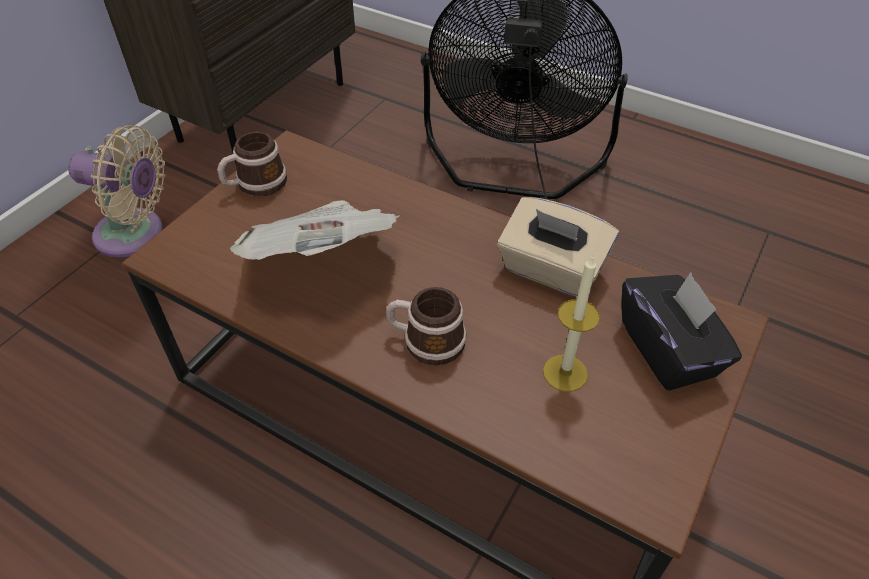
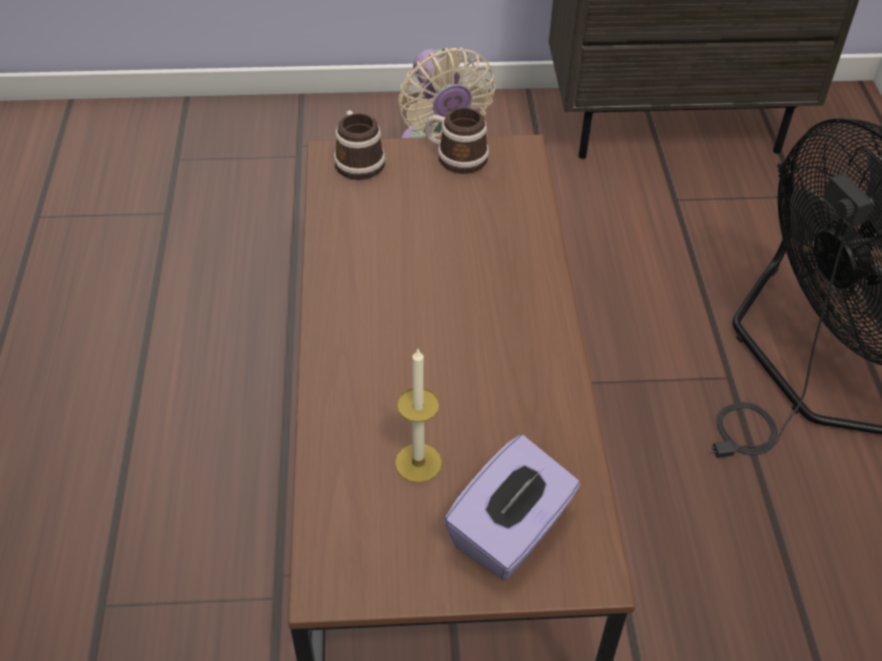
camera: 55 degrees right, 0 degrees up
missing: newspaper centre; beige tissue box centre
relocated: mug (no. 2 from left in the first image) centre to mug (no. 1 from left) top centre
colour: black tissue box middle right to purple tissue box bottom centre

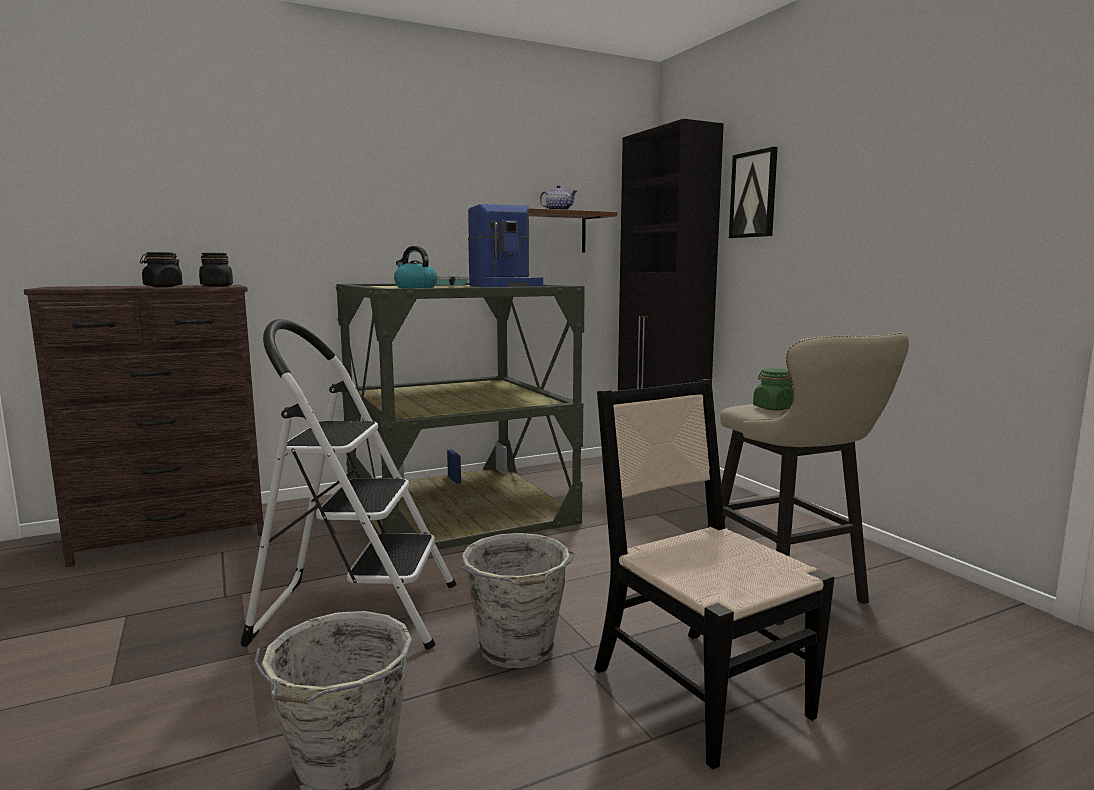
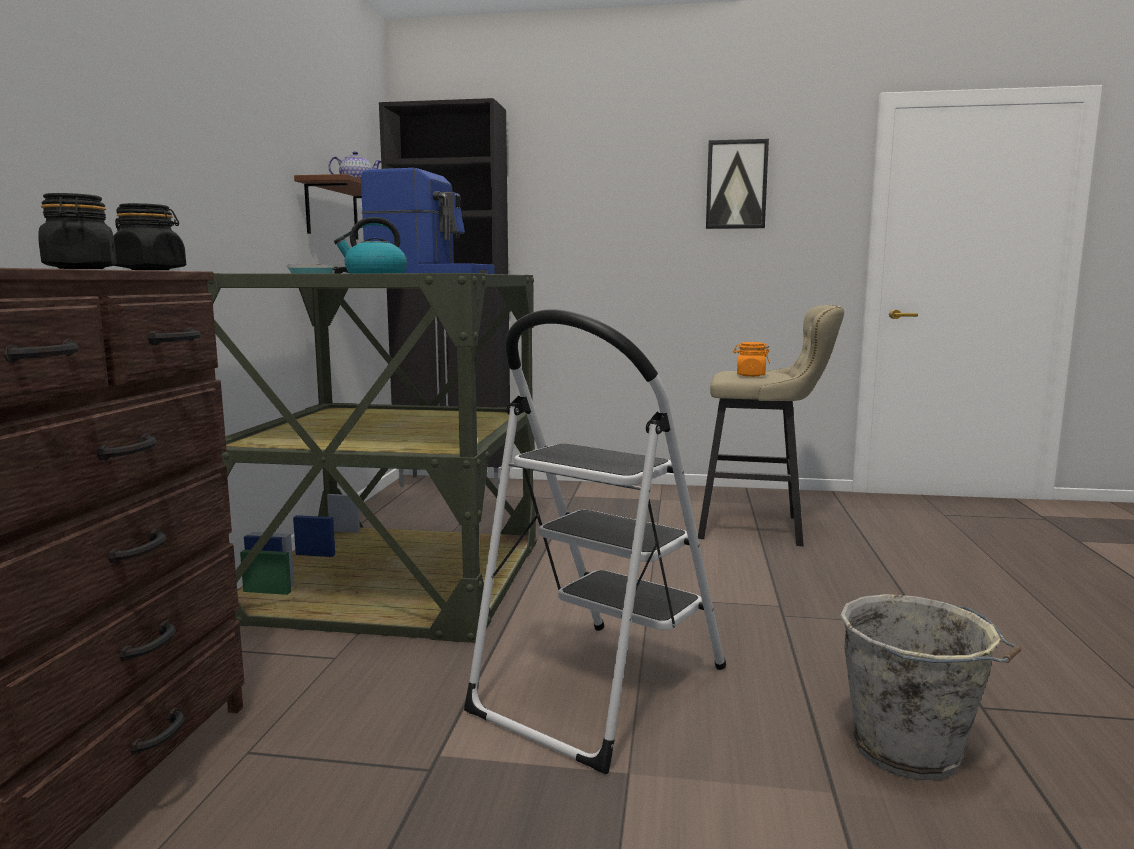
camera: 55 degrees left, 0 degrees up
missing: grey bucket (no. 2 from left) bottom centre; chair bottom centre
relocated: picture top right to top centre
colour: green jar middle right to orange jar centre

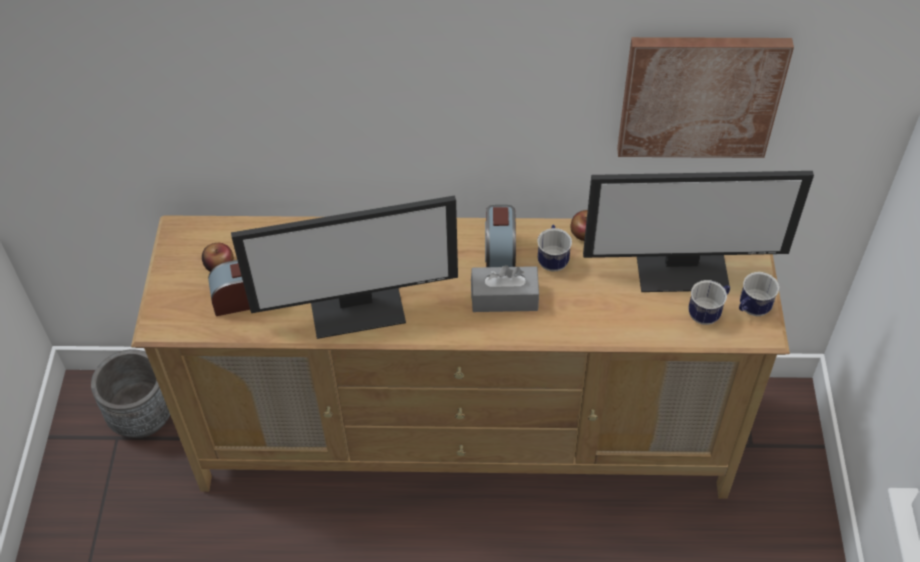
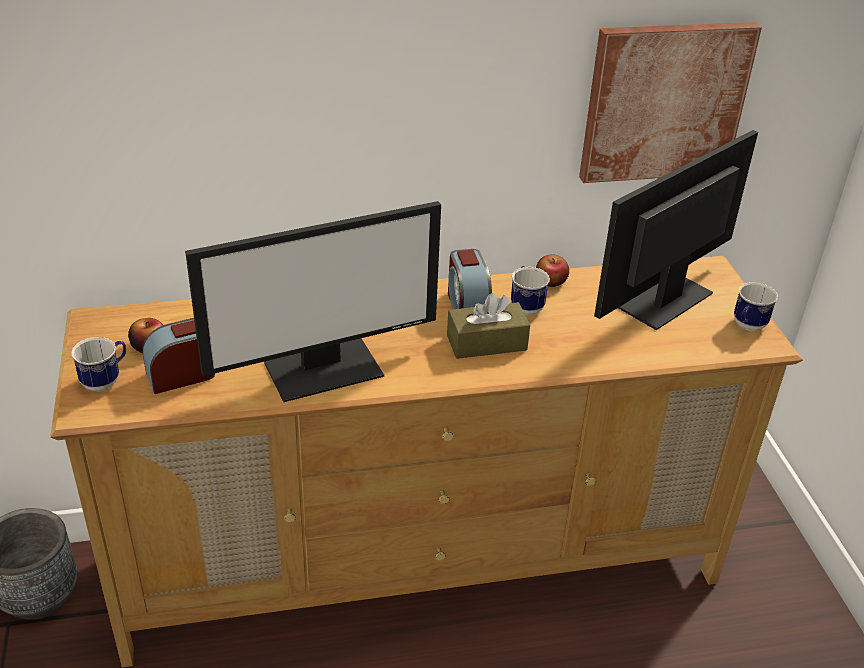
camera: 15 degrees left, 15 degrees down
relocated: mug (no. 2 from left in the first image) middle right to mug (no. 1 from left) middle left
colour: grey tissue box centre to brown tissue box centre
spun: monitor (no. 2 from left) middle right = middle right 150 degrees clockwise

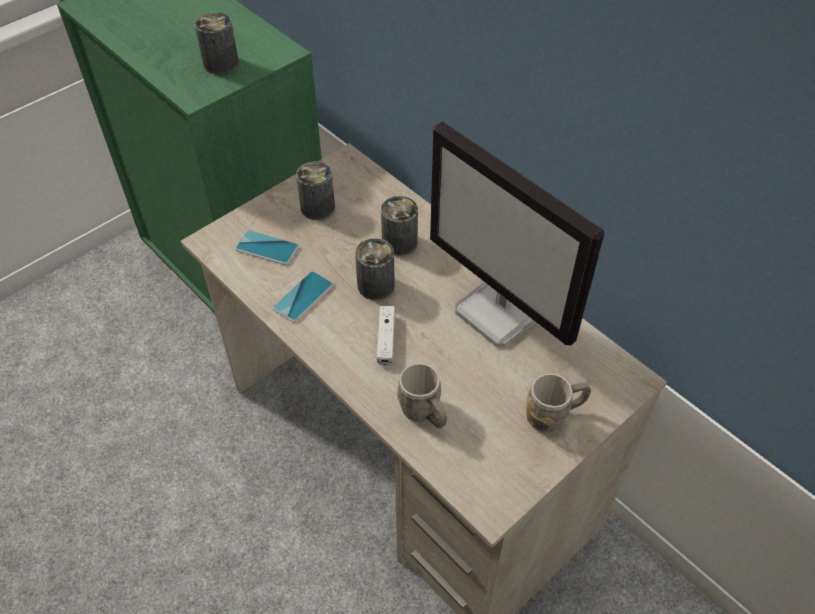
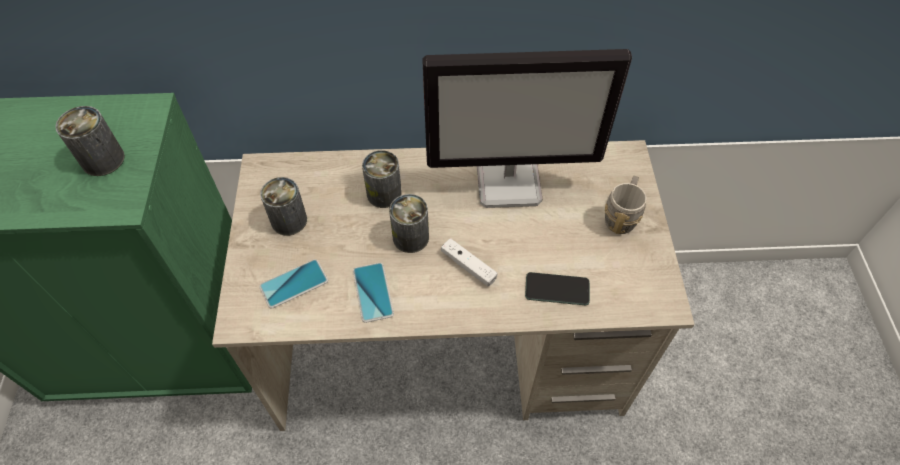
camera: 50 degrees left, 5 degrees up
exchanged: grey mug (no. 1 from left) centre to phone (no. 3 from left) centre

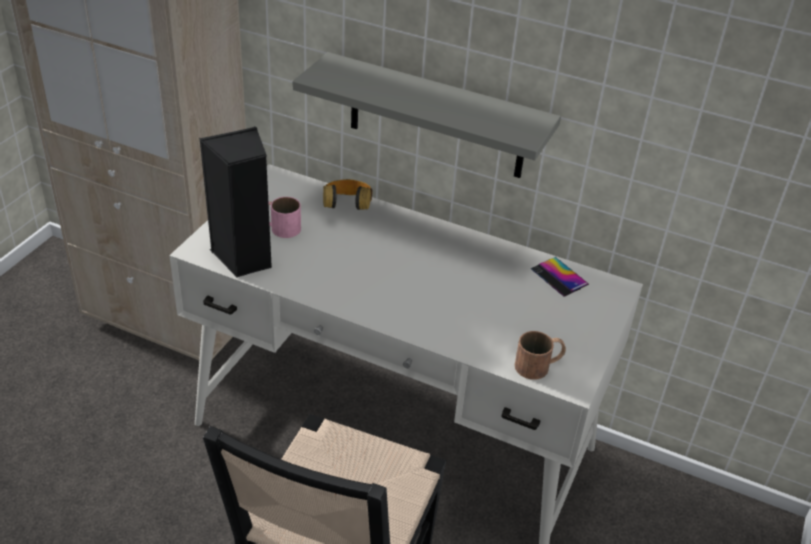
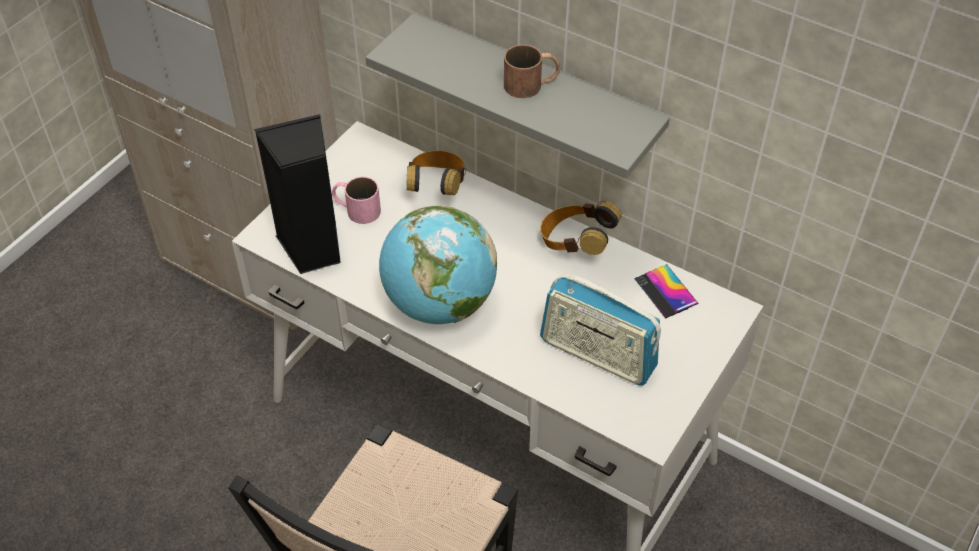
camera: 10 degrees right, 10 degrees up
appeared: globe centre; headphones (no. 2 from left) centre; radio centre
relocated: brown mug centre to top centre

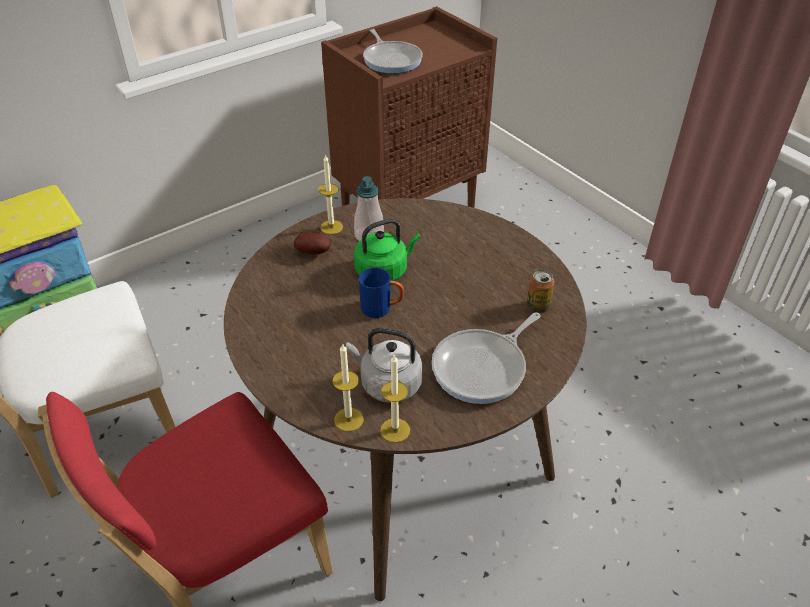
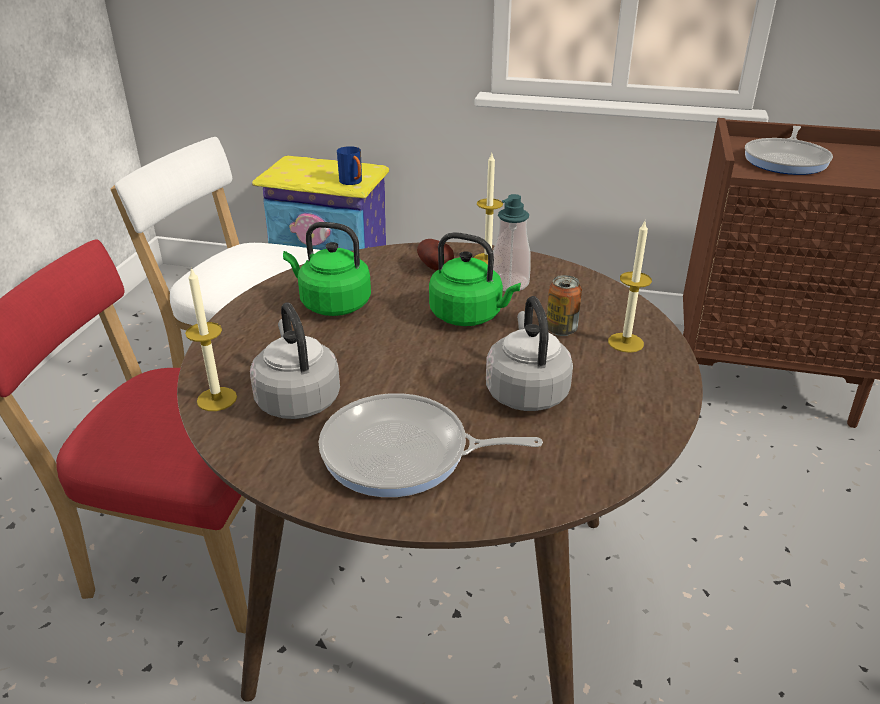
camera: 50 degrees right, 10 degrees down
appeared: green kettle (no. 1 from left) centre; grey kettle (no. 2 from left) centre
relocated: blue mug centre to top centre; candle (no. 3 from left) centre to middle right; can middle right to centre

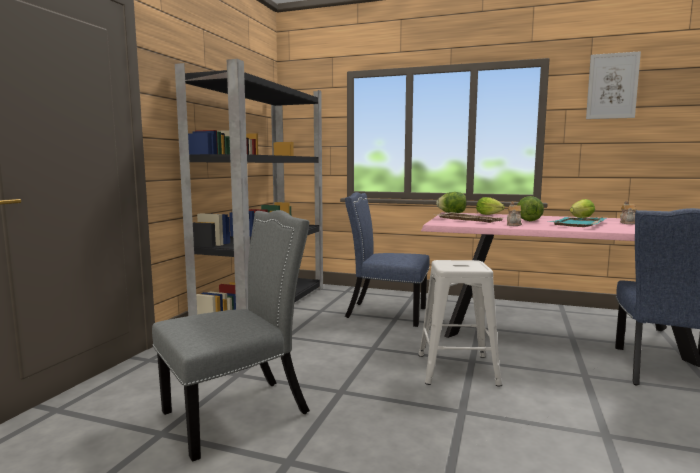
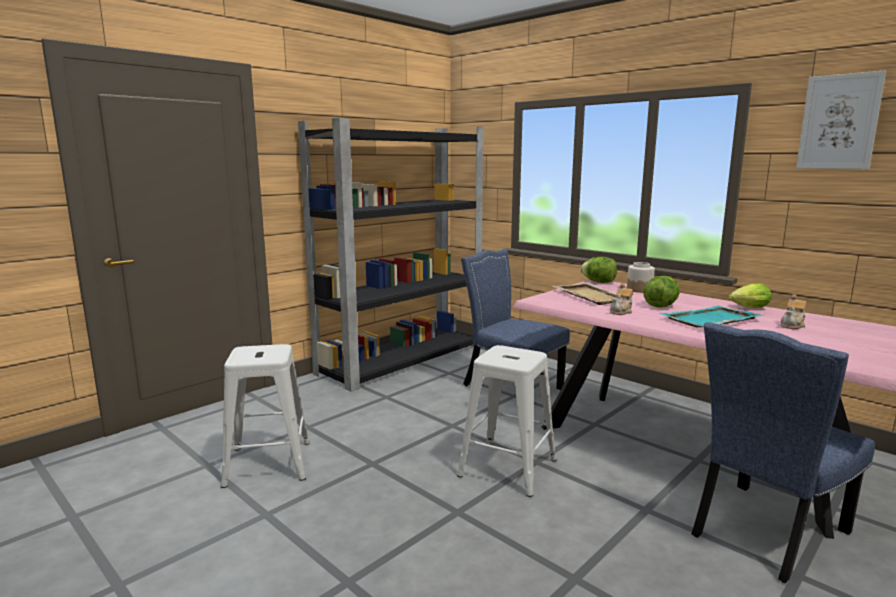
camera: 25 degrees right, 5 degrees up
exchanged: grey chair bottom left to white stool (no. 1 from left) bottom left; lettuce (no. 2 from left) middle right to jar middle right

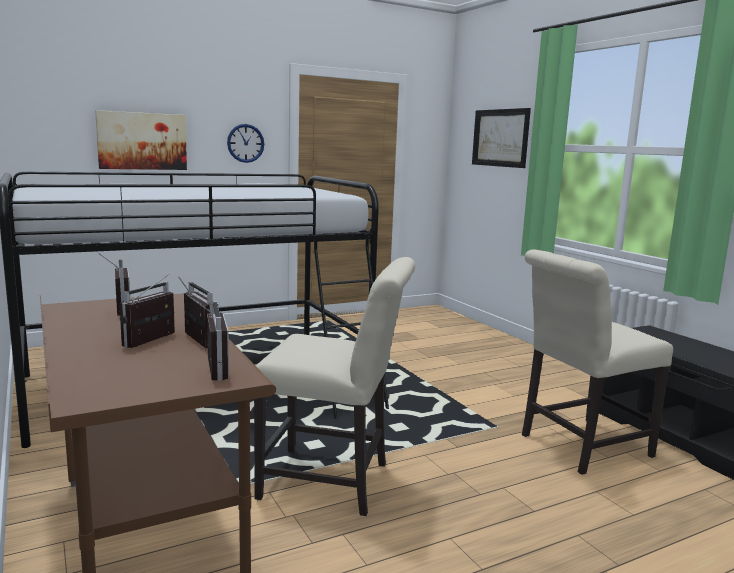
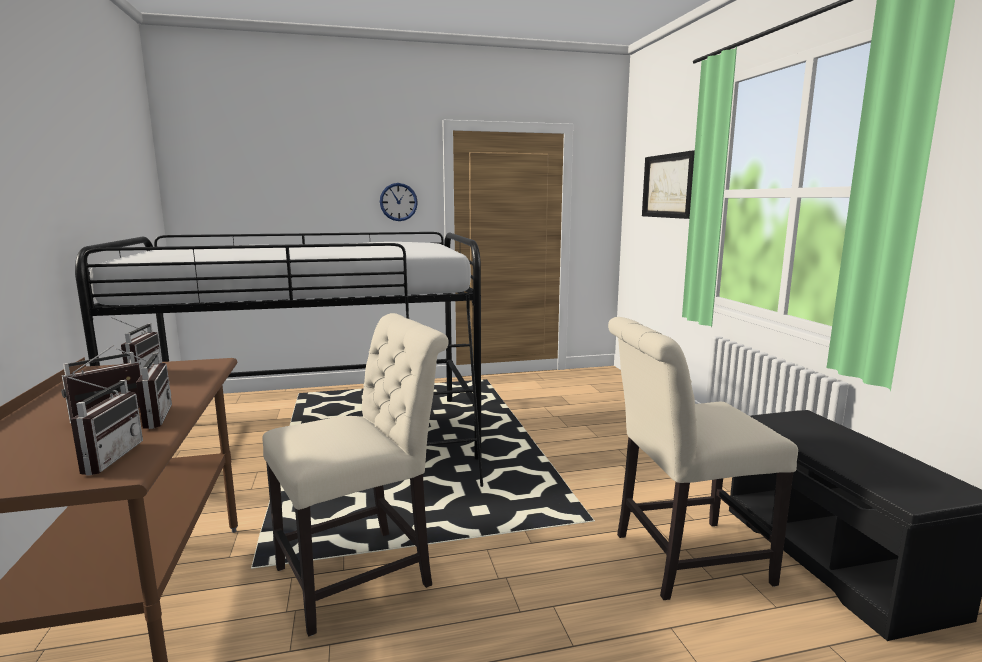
camera: 15 degrees right, 0 degrees up
missing: picture (no. 1 from left) top left
spun: beige chair (no. 1 from left) bottom centre = bottom centre 60 degrees counterclockwise

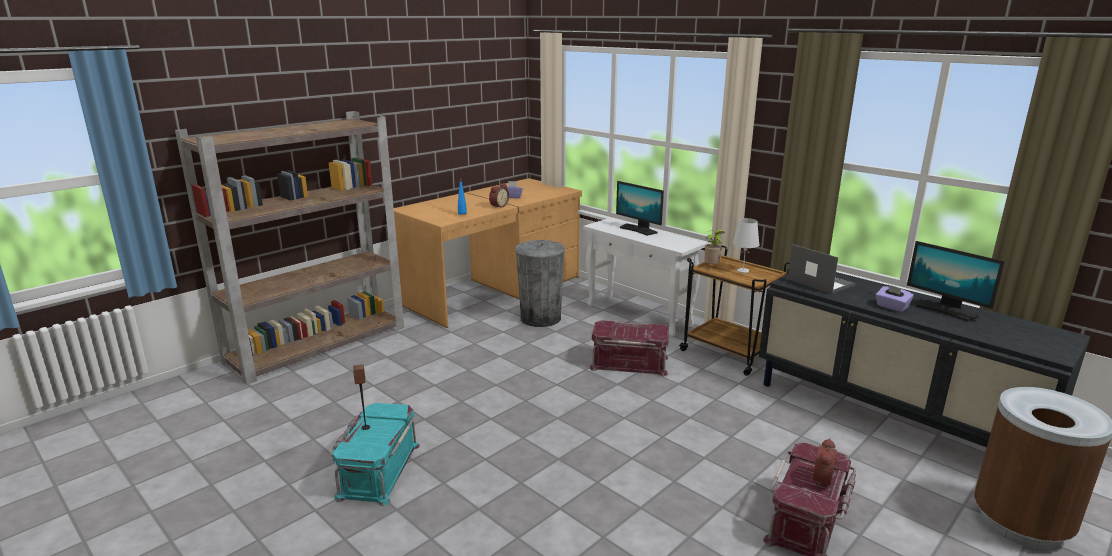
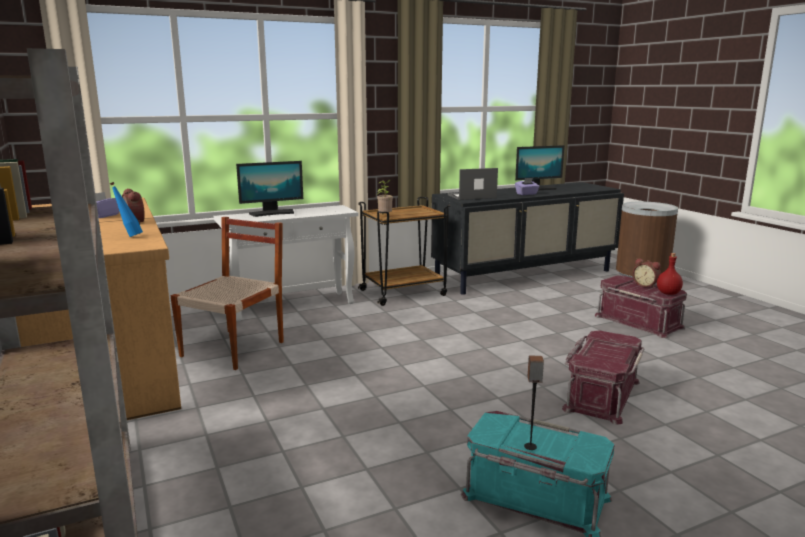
camera: 70 degrees left, 5 degrees down
missing: white table lamp middle right
appeared: red bottle middle right
relocated: red storage box (no. 1 from left) centre to bottom right
exchanged: grey trash can centre to chair middle left

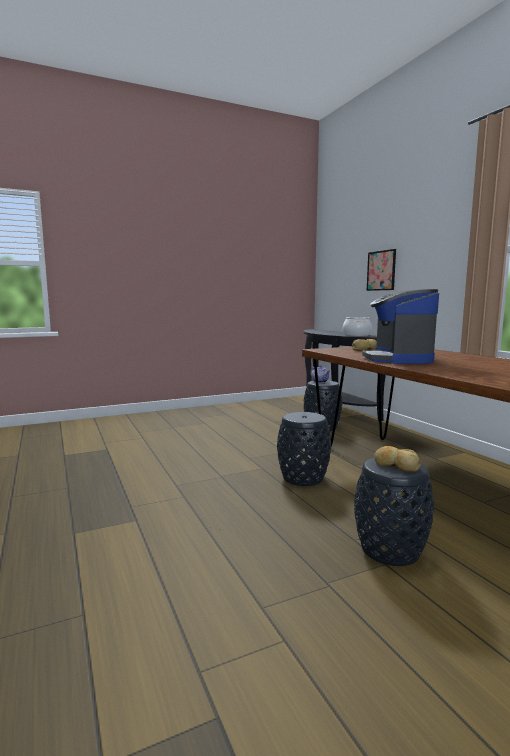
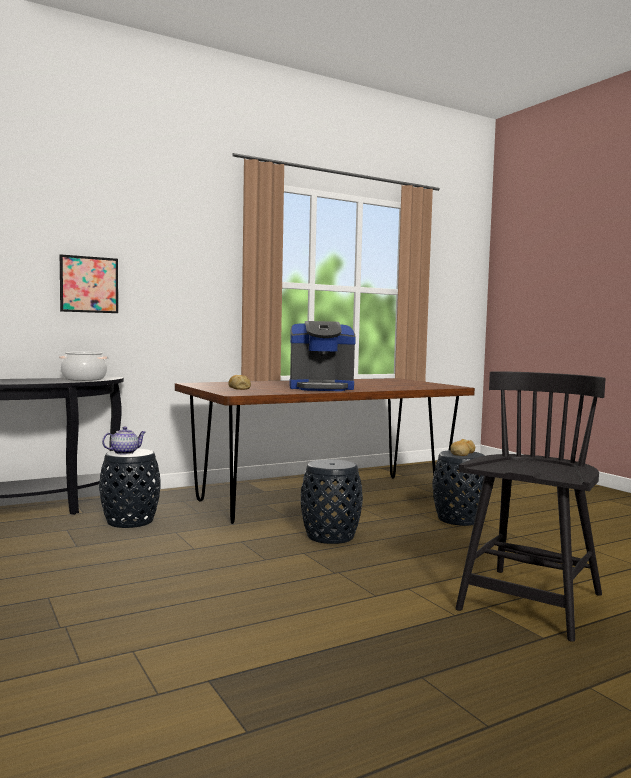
camera: 95 degrees left, 5 degrees down
appeared: black chair middle right

